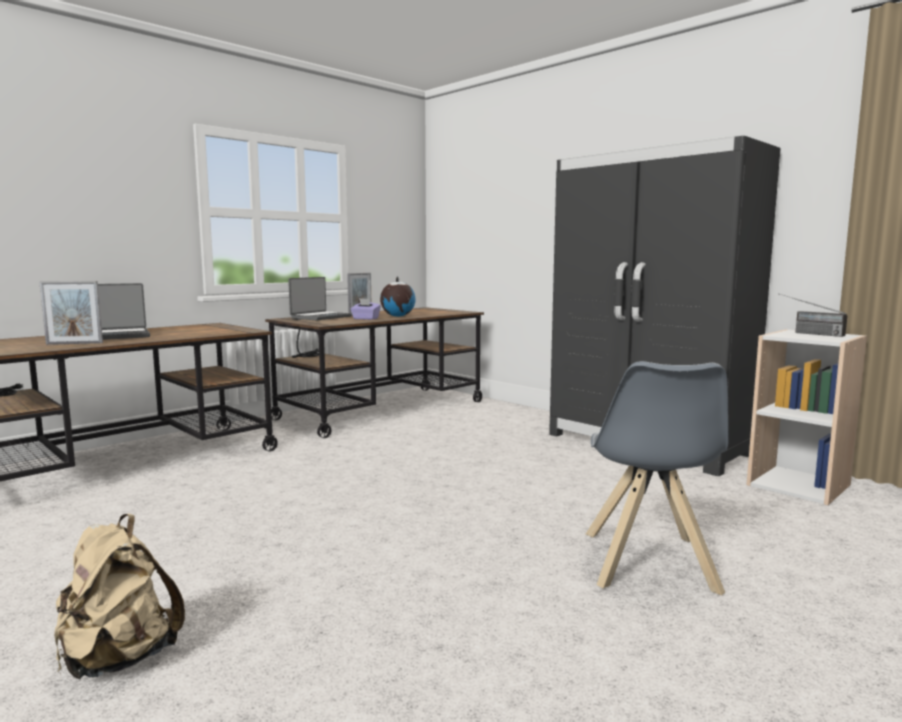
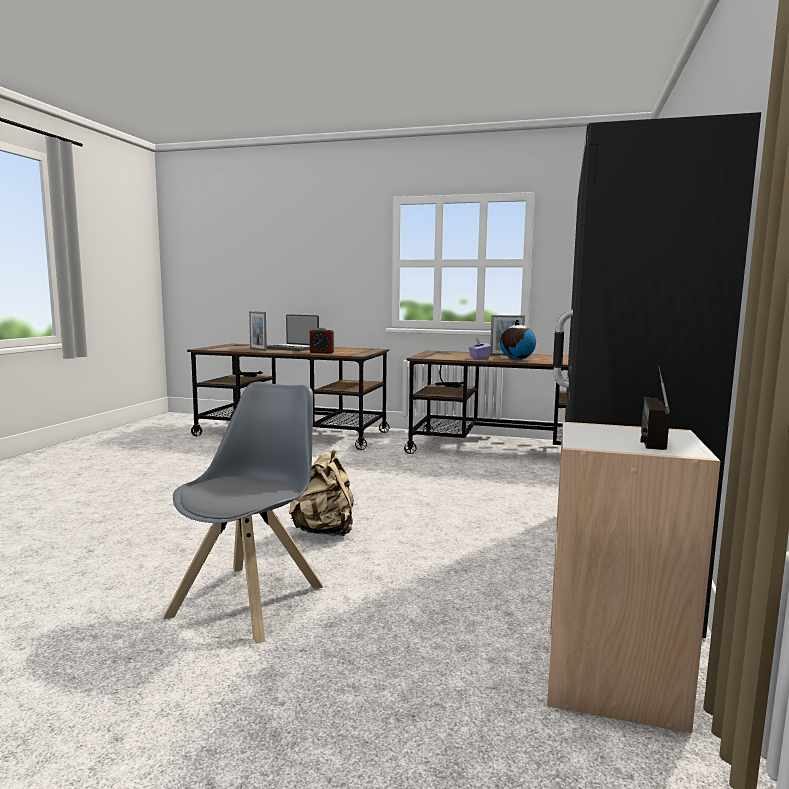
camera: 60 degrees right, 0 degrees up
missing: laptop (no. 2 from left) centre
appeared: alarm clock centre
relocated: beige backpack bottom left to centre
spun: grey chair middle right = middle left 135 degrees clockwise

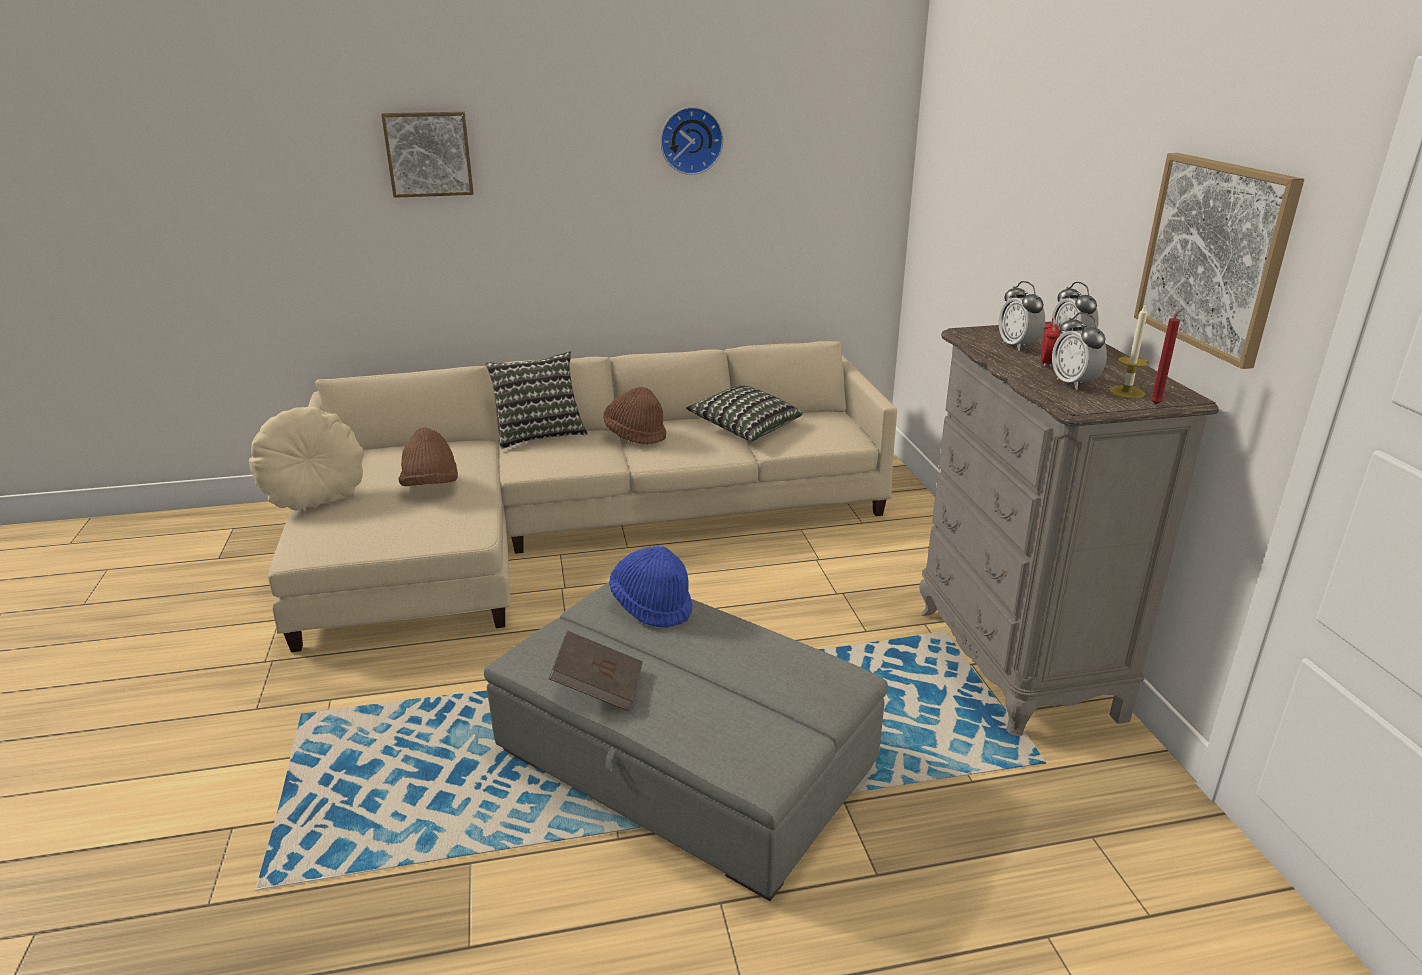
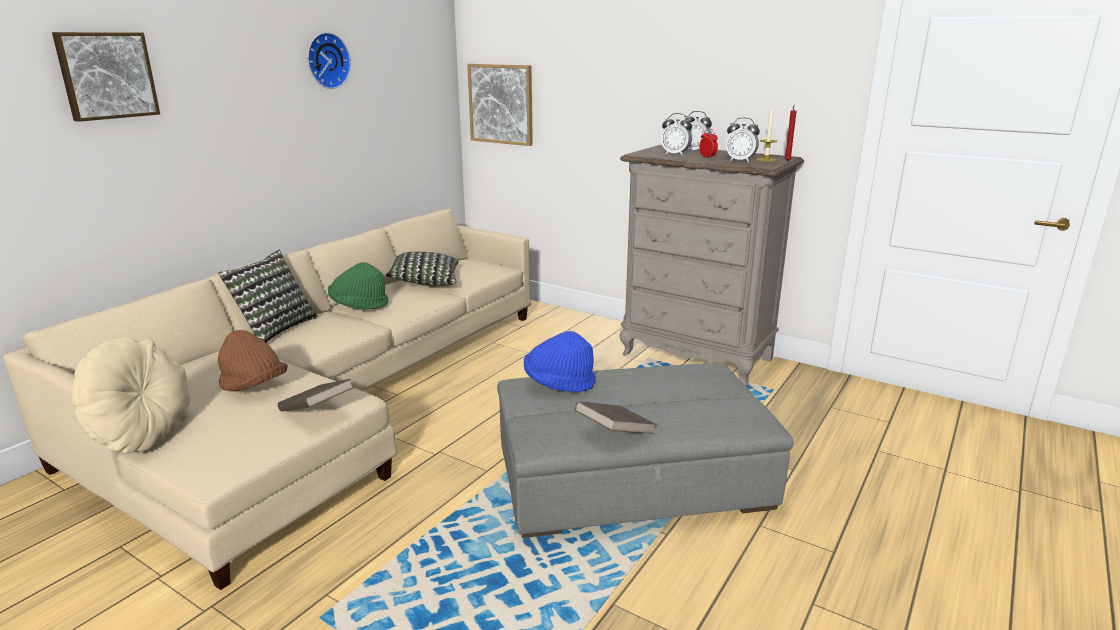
camera: 45 degrees left, 5 degrees down
appeared: brown book (no. 1 from left) middle left
relocated: picture (no. 2 from left) top right to top centre
colour: brown hat (no. 2 from left) centre to green hat middle left

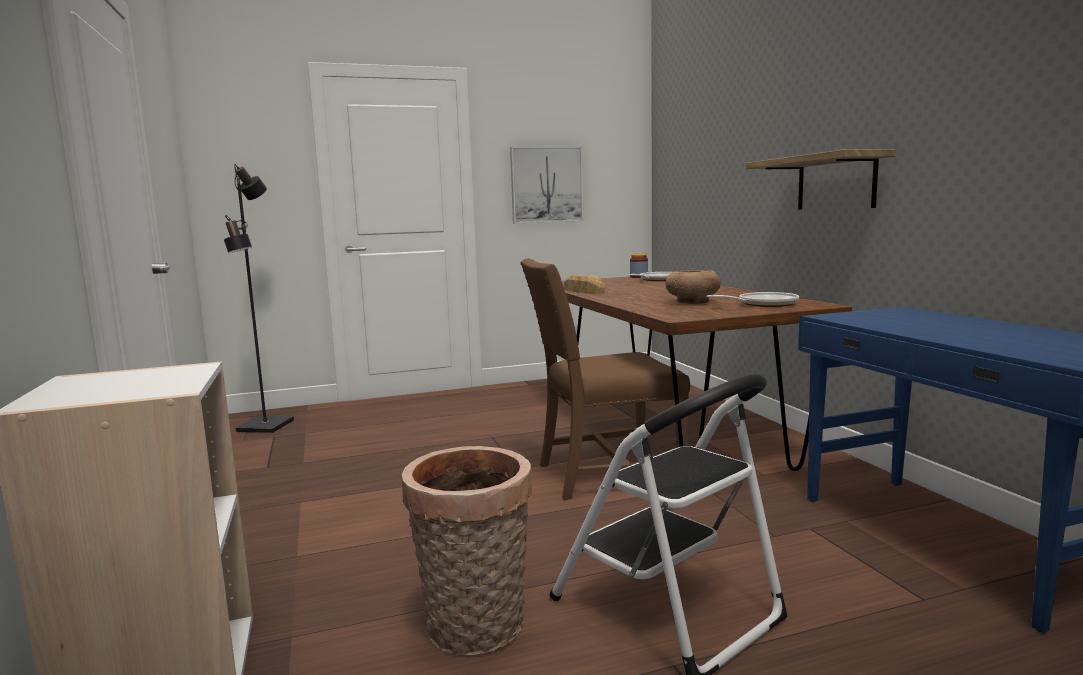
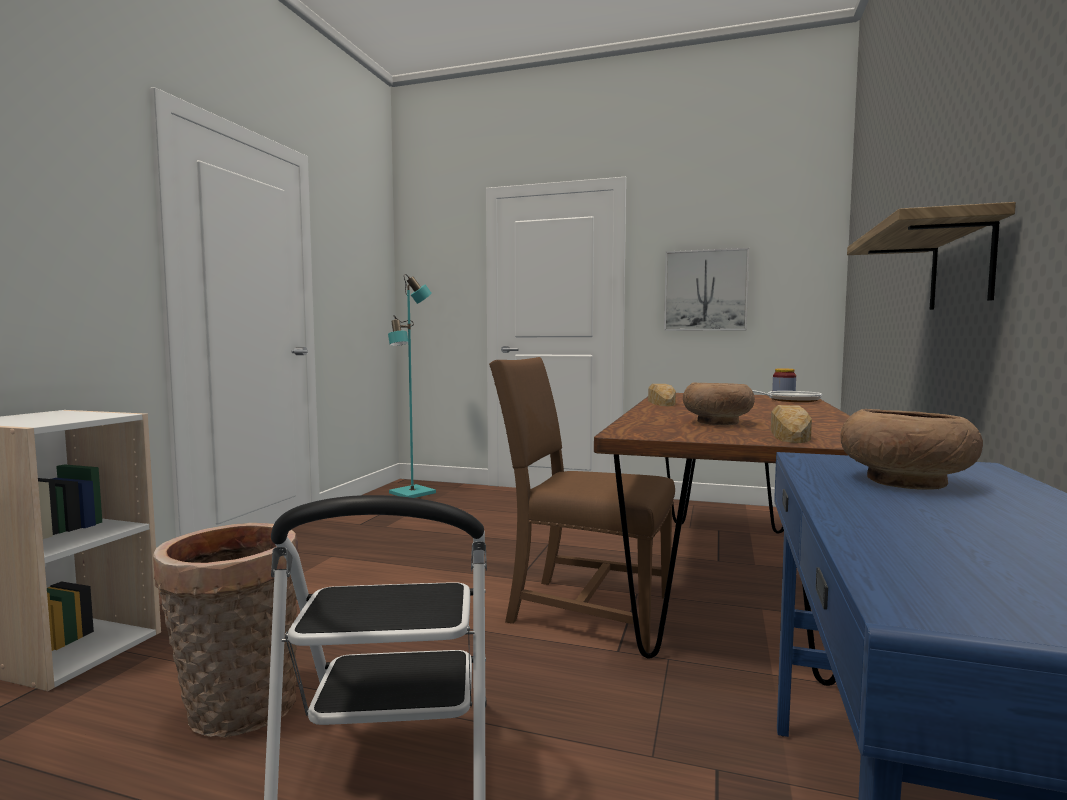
camera: 35 degrees right, 5 degrees down
appeared: brown bowl (no. 2 from left) middle right
exchanged: frying pan (no. 2 from left) middle right to bread (no. 2 from left) middle right
colour: black floor lamp middle left to turquoise floor lamp centre

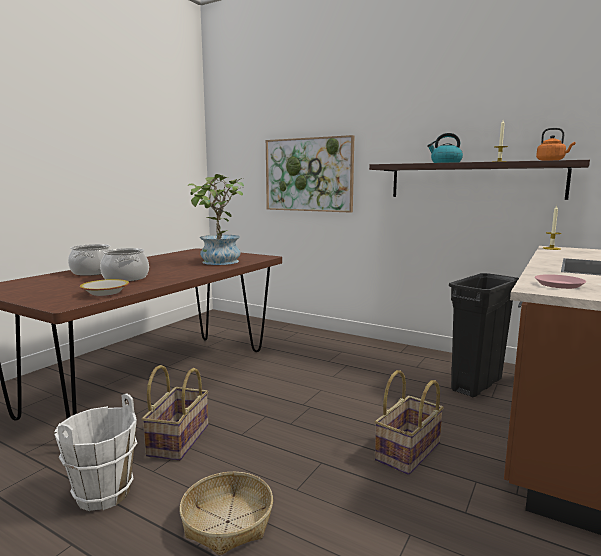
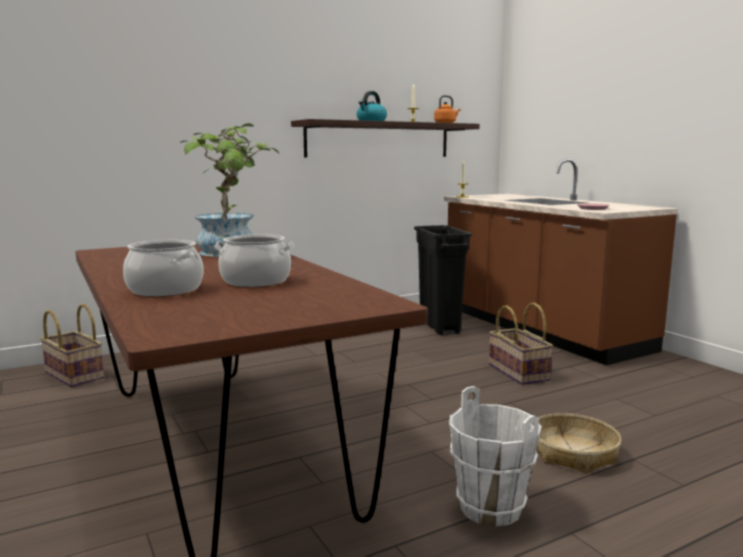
camera: 60 degrees left, 0 degrees up
missing: bowl middle left; picture top centre
relocated: basket (no. 1 from left) bottom left to middle left

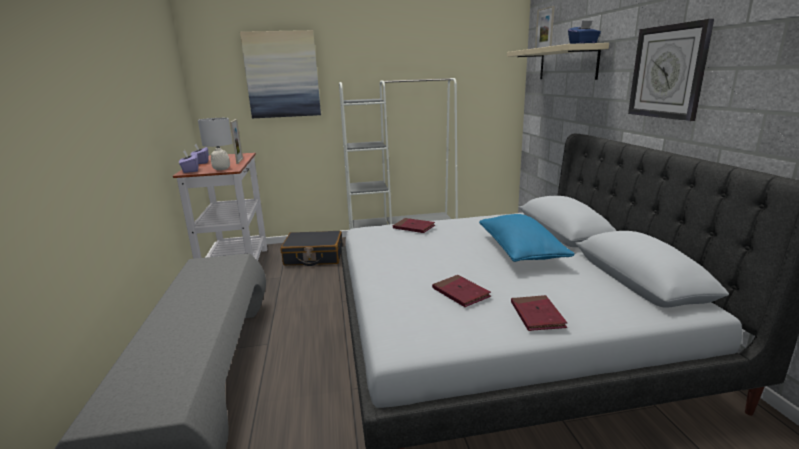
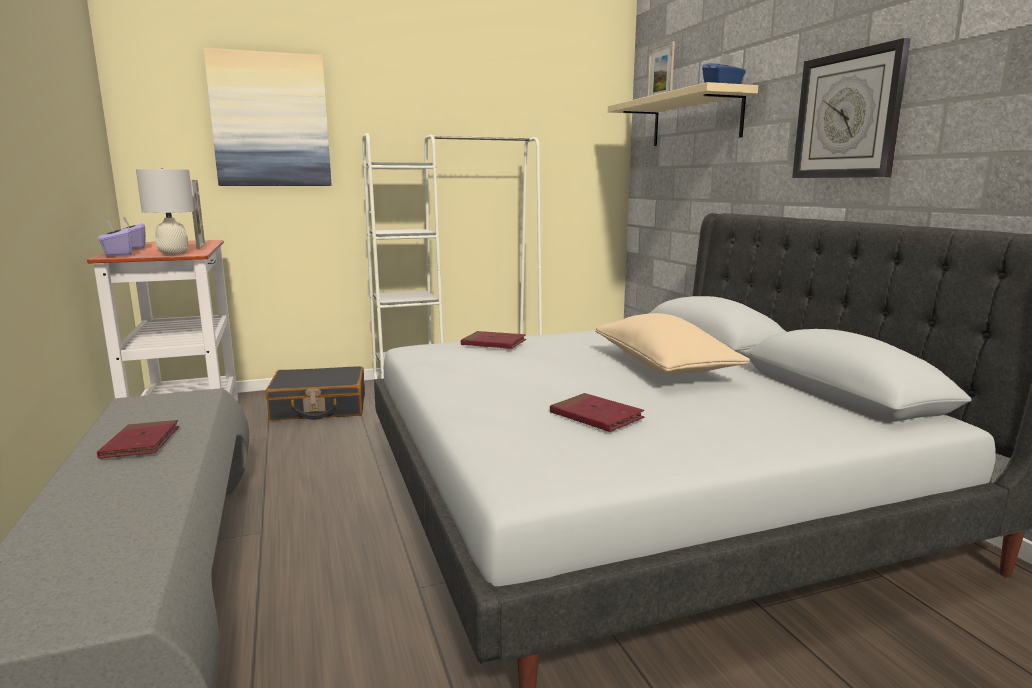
camera: 10 degrees left, 5 degrees down
relocated: red book (no. 3 from left in the first image) bottom right to red book (no. 1 from left) middle left
colour: blue pillow centre to beige pillow centre

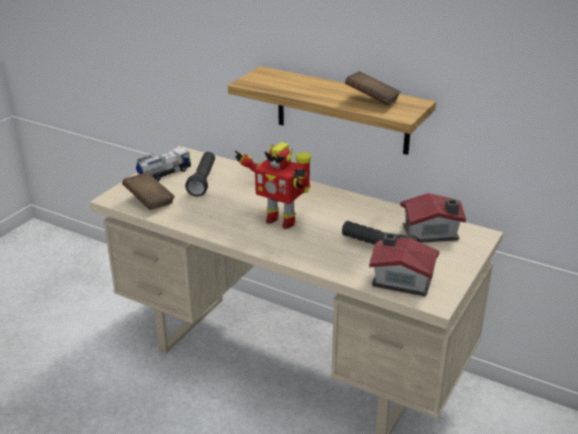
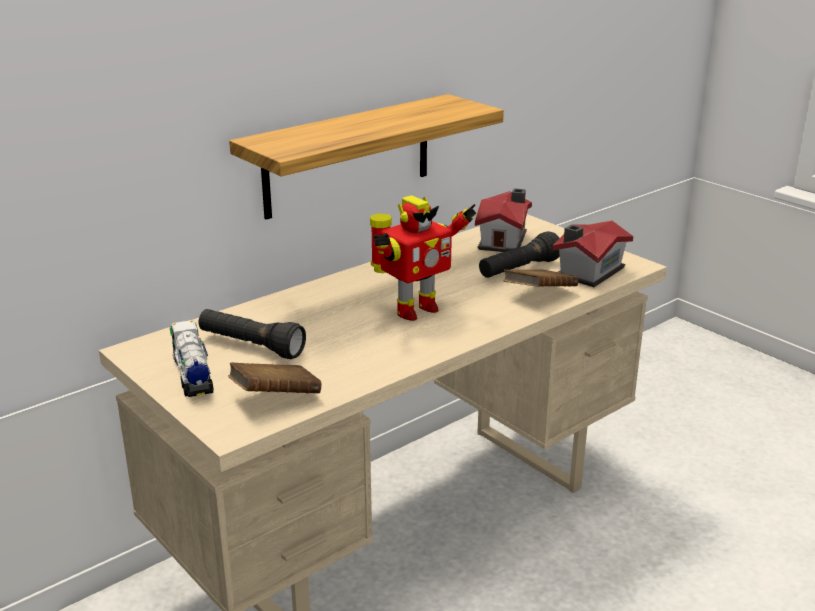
camera: 70 degrees left, 5 degrees down
relocated: brown book (no. 2 from left) top centre to centre

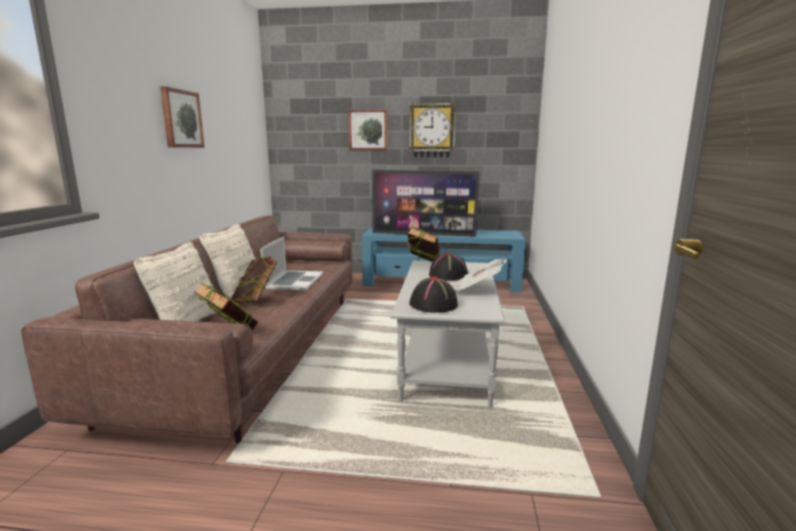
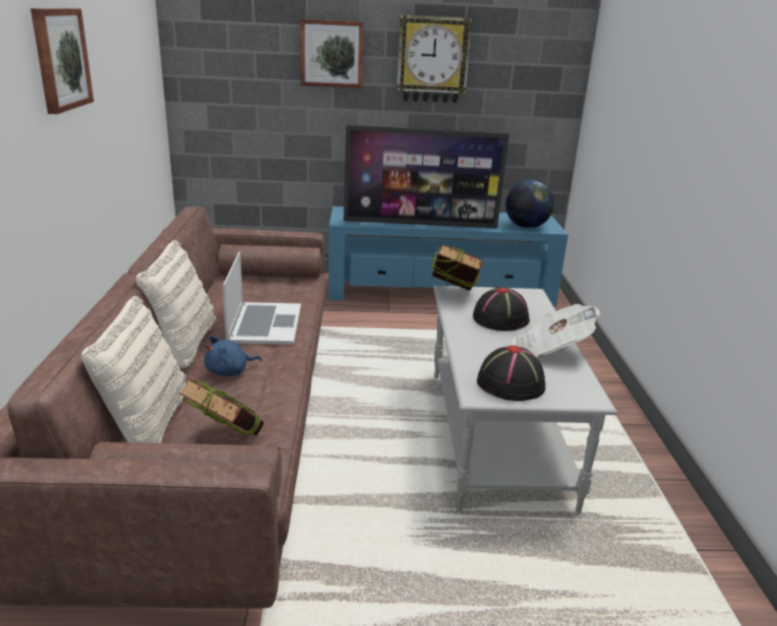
camera: 10 degrees left, 10 degrees up
appeared: globe top right
exchanged: book (no. 2 from left) middle left to blue plush toy middle left

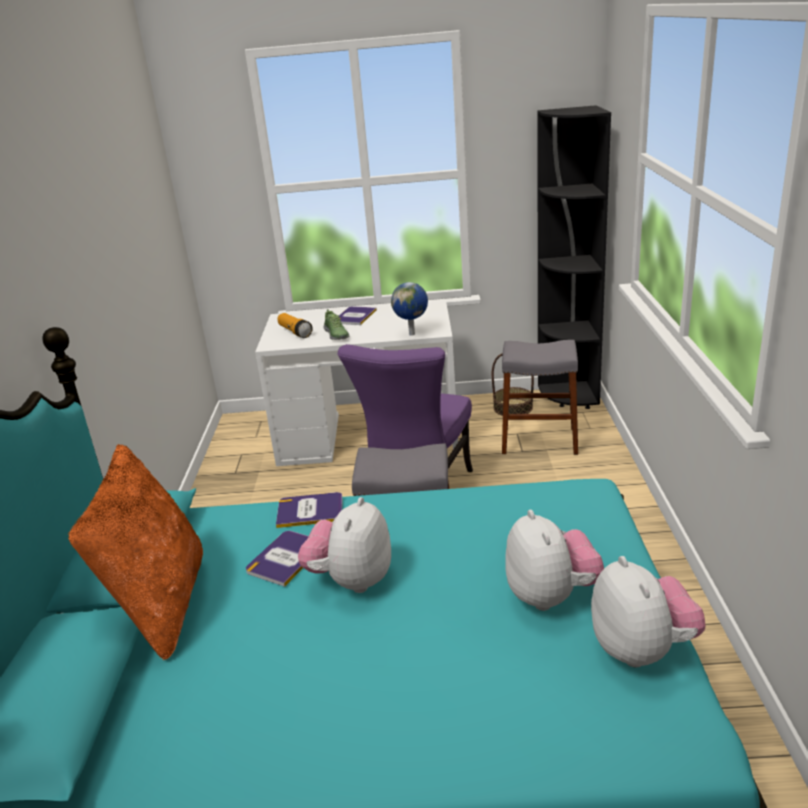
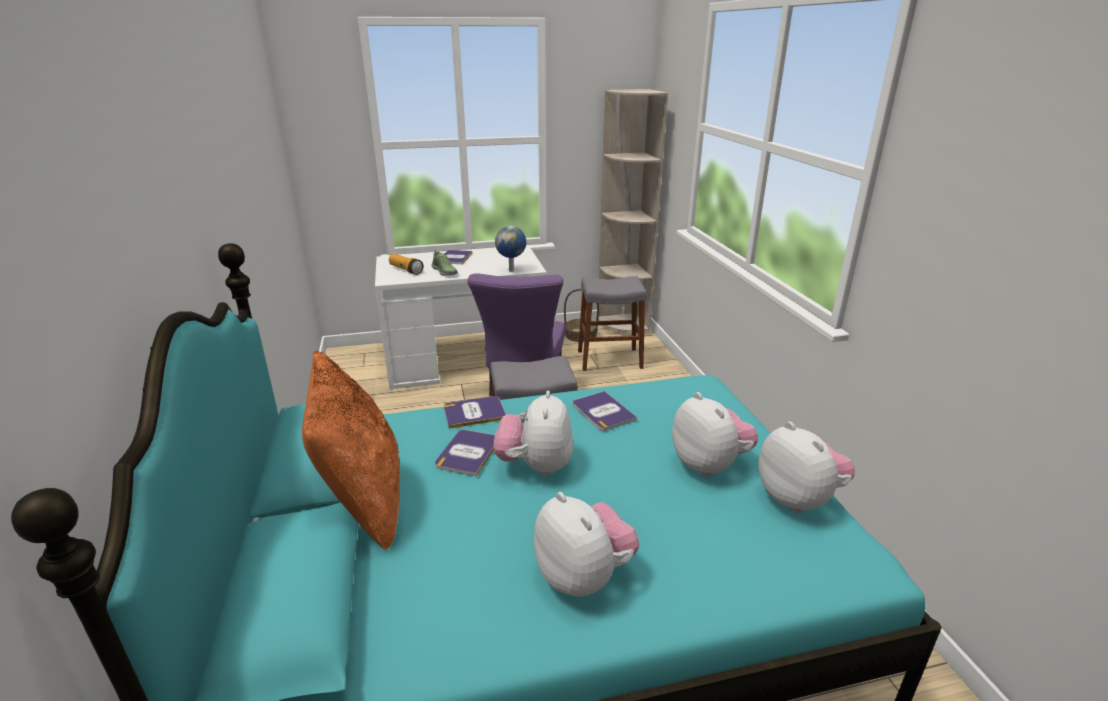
camera: 15 degrees left, 0 degrees up
appeared: plush toy (no. 2 from left) bottom centre; book (no. 4 from left) centre
colour: black bookcase top right to beige bookcase top centre

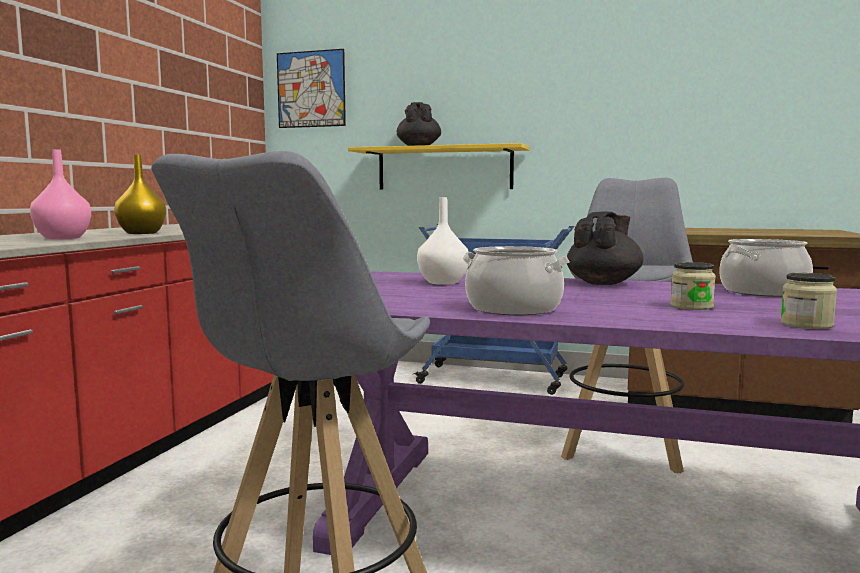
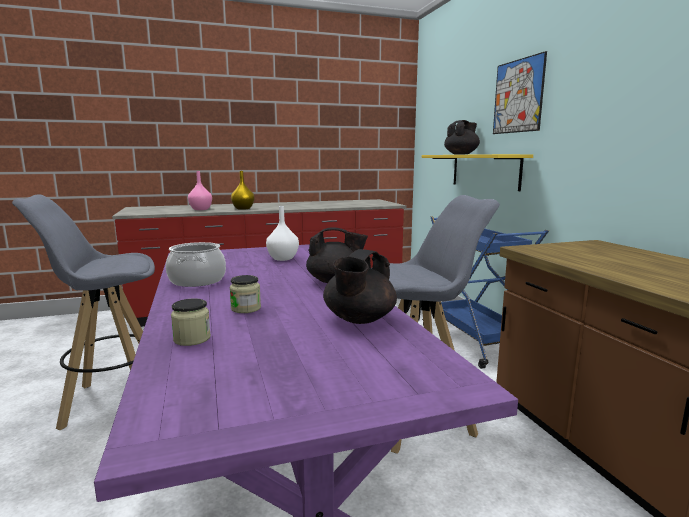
camera: 55 degrees right, 5 degrees up
relocated: picture top centre to top right
exchanged: cooking pot (no. 2 from left) middle right to black teapot (no. 2 from left) centre

